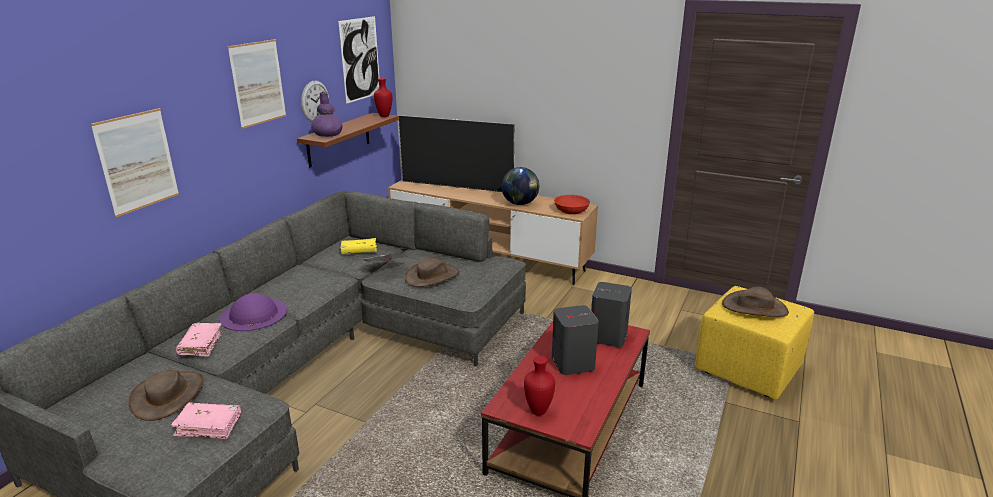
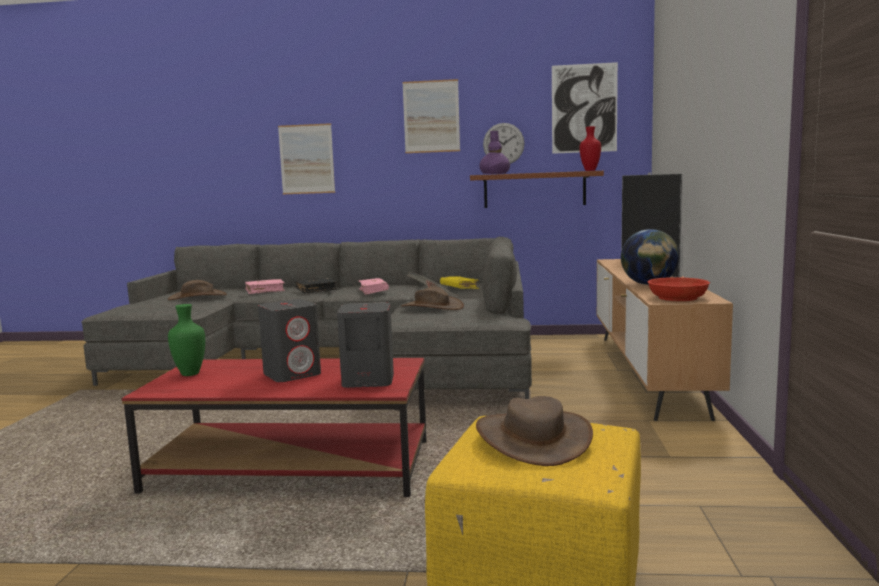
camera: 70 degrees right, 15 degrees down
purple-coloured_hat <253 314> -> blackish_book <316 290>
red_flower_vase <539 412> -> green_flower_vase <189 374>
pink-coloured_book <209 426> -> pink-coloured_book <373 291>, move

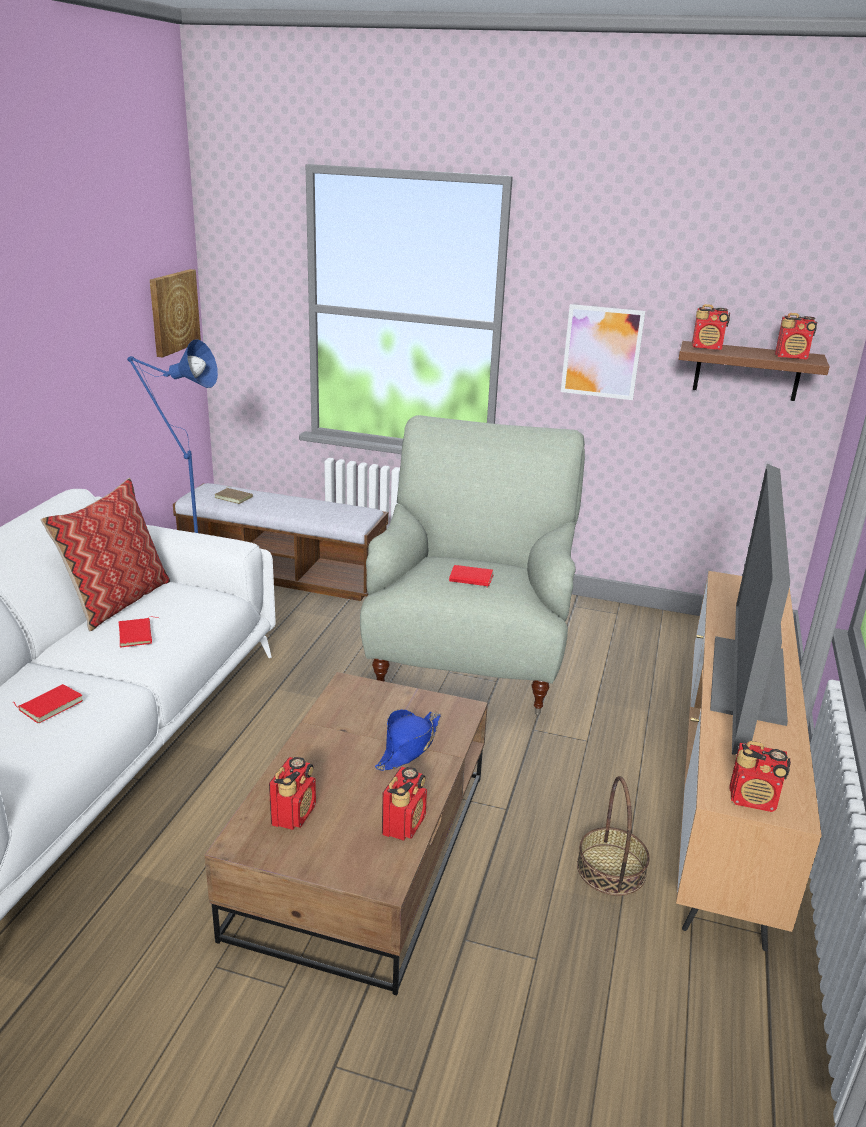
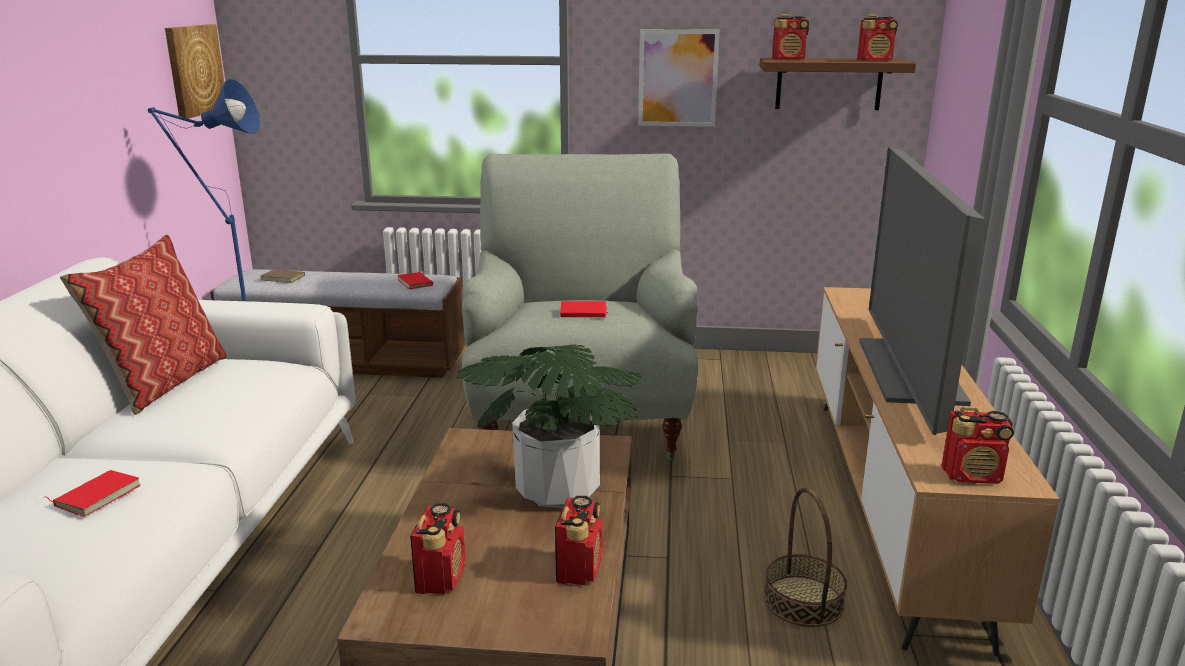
camera: 10 degrees left, 5 degrees down
red_book <137 635> -> red_book <416 283>, move
blue_hat <408 747> -> potted_plant <557 489>

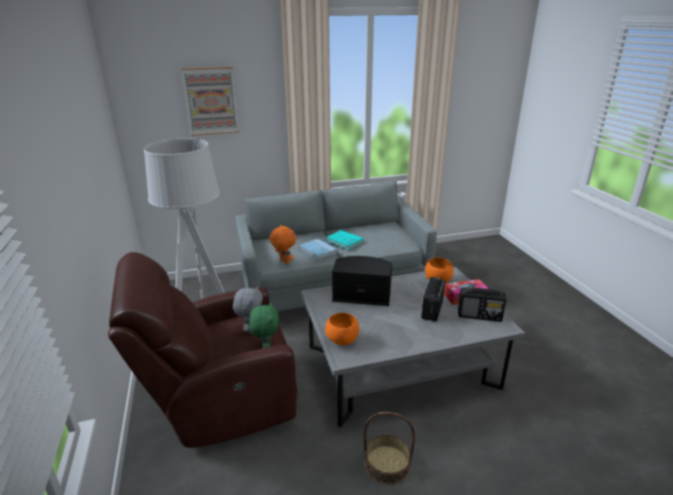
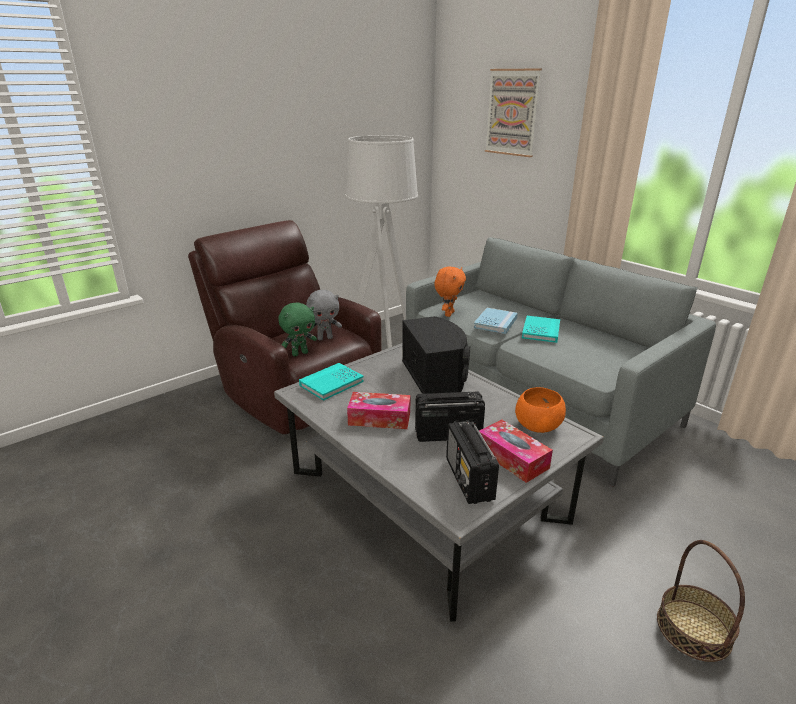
camera: 65 degrees right, 0 degrees up
orange_deep_dish <342 339> -> turquoise-coloured_book <331 383>
basket <387 464> -> basket <693 629>, move
none -> box_of_tissues <379 418>

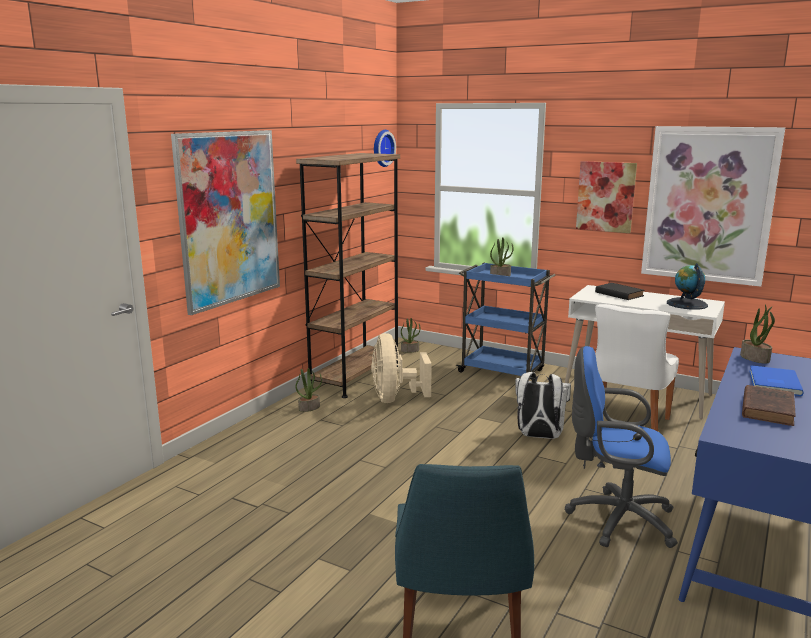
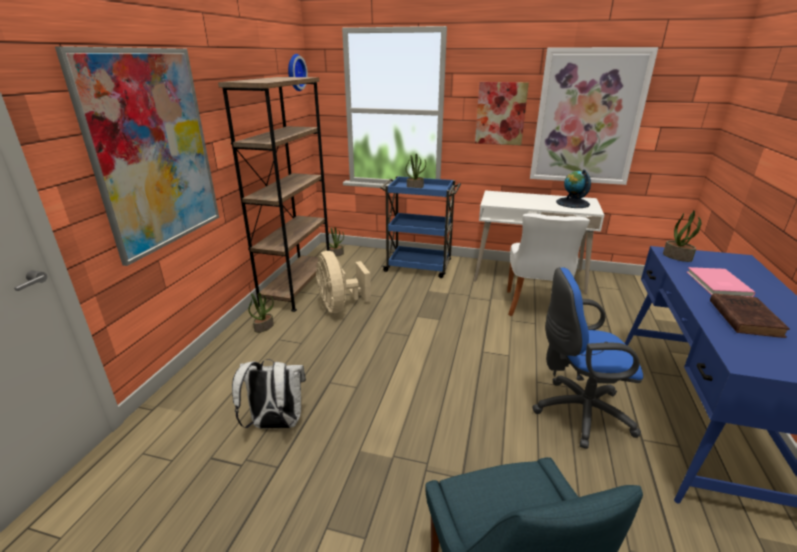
camera: 15 degrees left, 10 degrees up
blackish_book <618 294> -> none
blue_book <773 383> -> pink-coloured_book <717 284>
white-coloured_rucksack <538 436> -> white-coloured_rucksack <275 424>, move

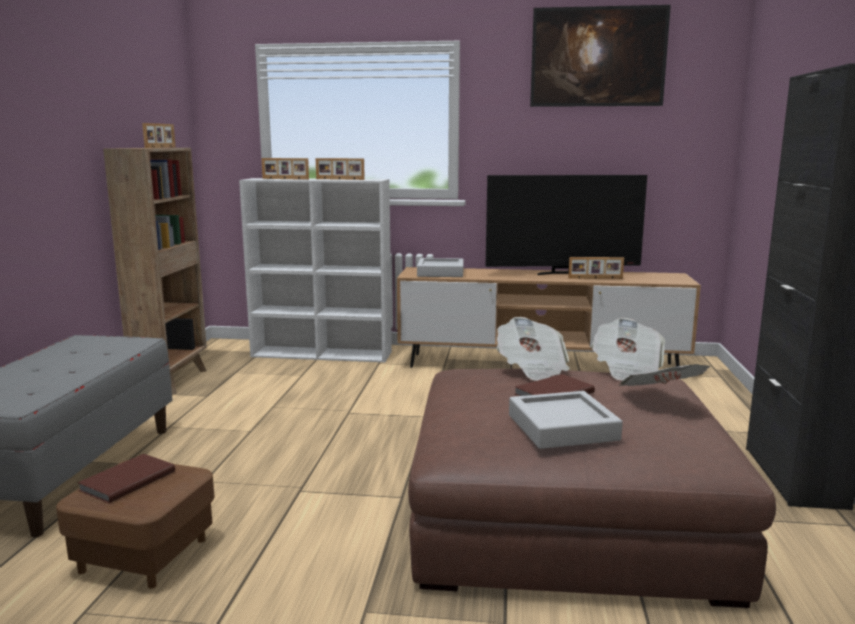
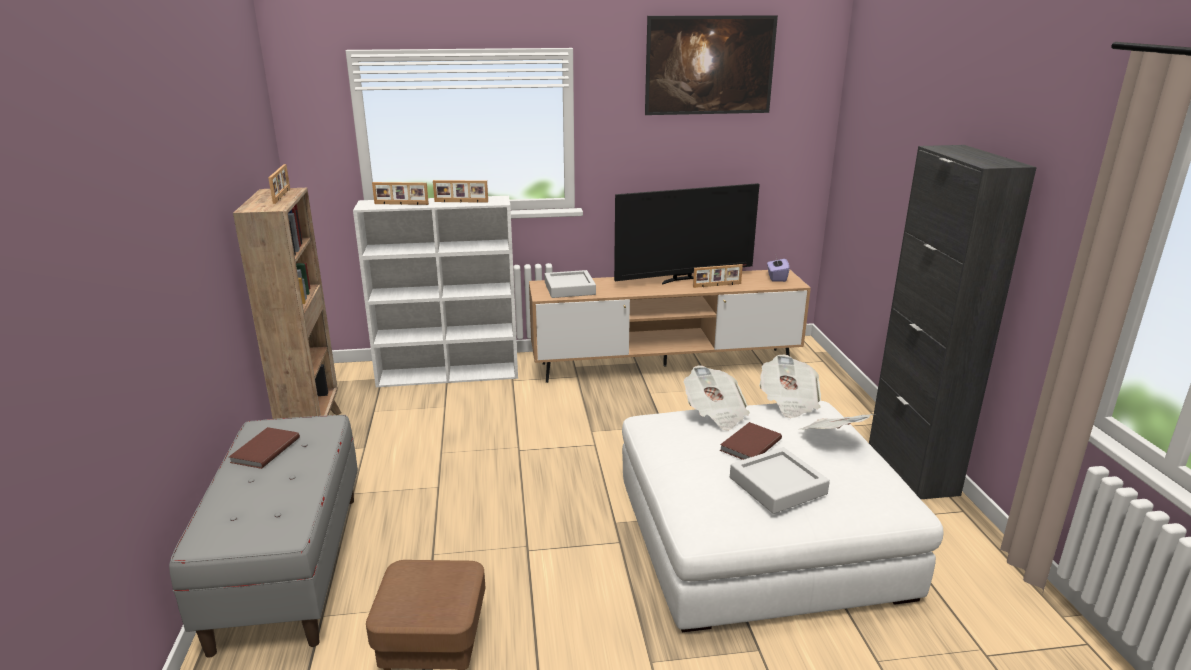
camera: 15 degrees left, 10 degrees up
brown_ottoman <564 513> -> white-coloured_ottoman <758 536>
brown_book <125 481> -> brown_book <263 450>, move
none -> purple-coloured_box_of_tissues <776 278>

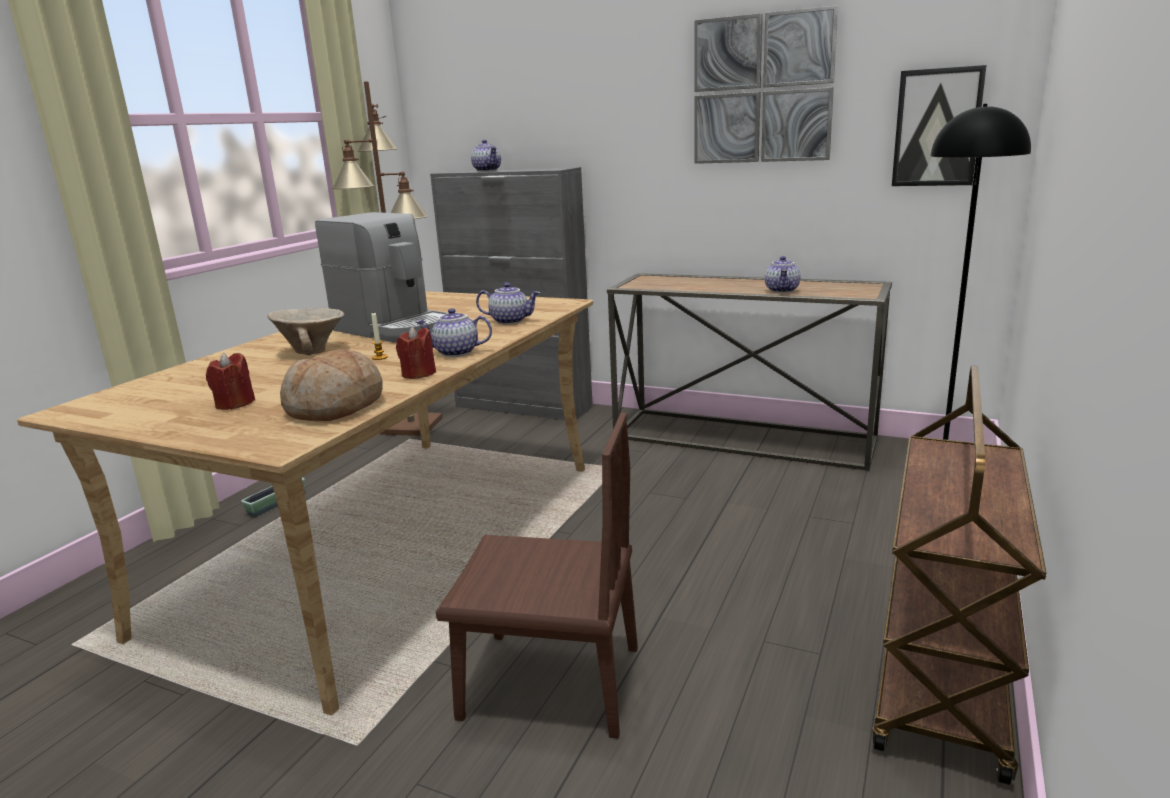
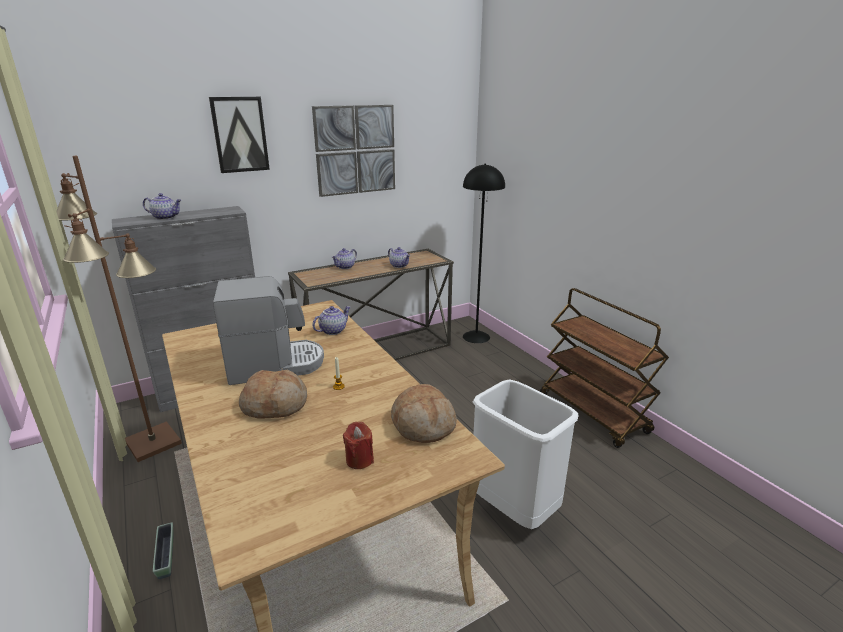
camera: 55 degrees left, 5 degrees up
wall_picture <937 128> -> wall_picture <240 134>, move
beige_deep_dish <313 351> -> bread <275 405>
teapot <455 353> -> teapot <345 267>, move
red_wax_candle <418 374> -> none
brown_chair <550 682> -> white-coloured_waste_bin <515 508>

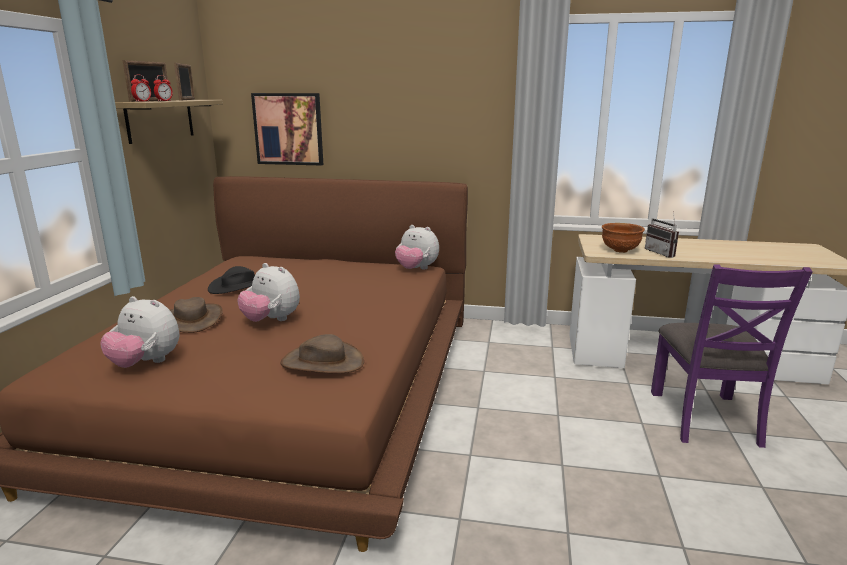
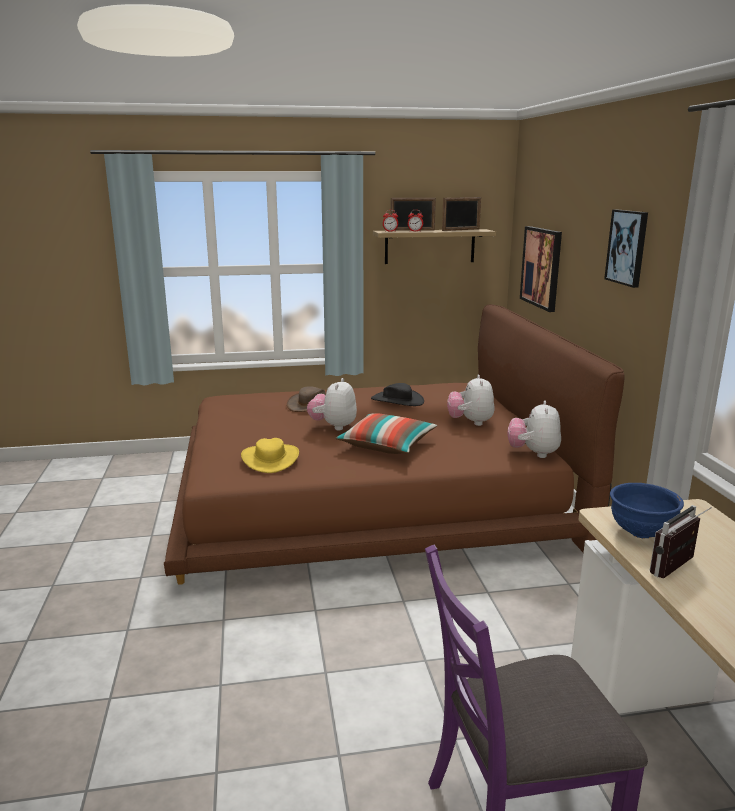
camera: 70 degrees right, 0 degrees up
brown_deep_dish <619 251> -> blue_deep_dish <640 532>
cuddly_toy <146 363> -> cuddly_toy <470 422>, move
brown_hat <322 362> -> yellow_hat <270 459>
none -> wall_picture <627 247>
none -> cushion <387 445>

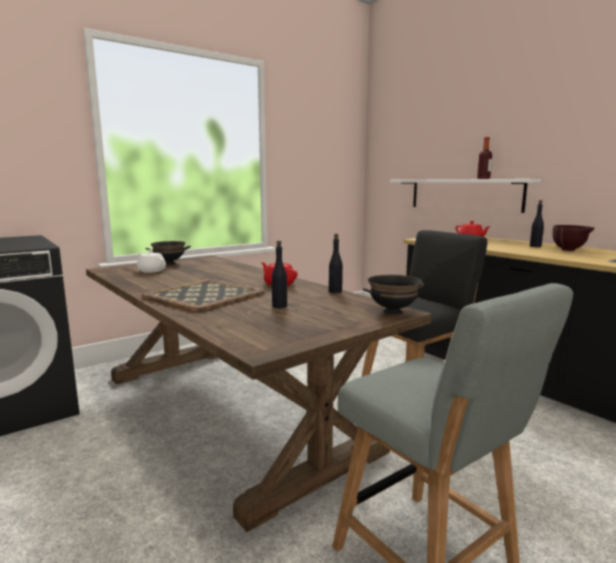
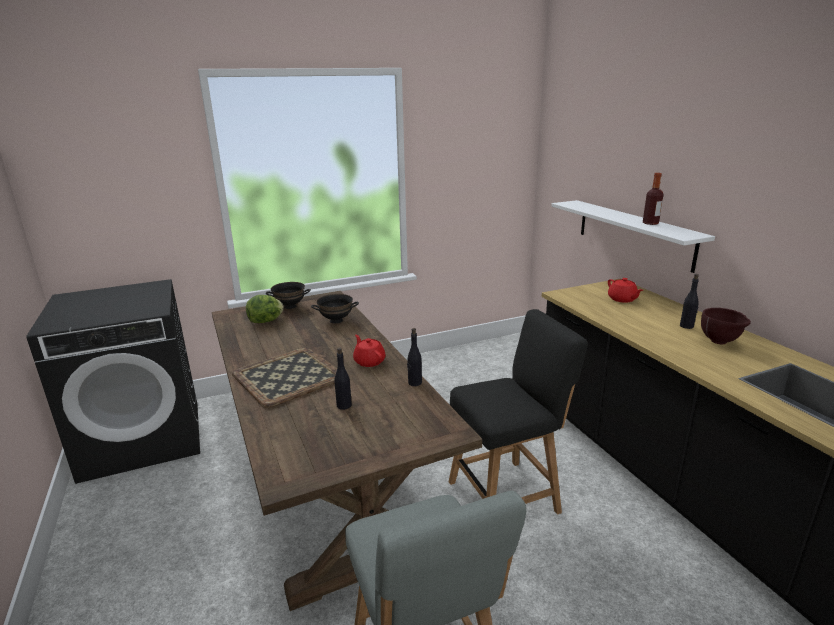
camera: 15 degrees right, 10 degrees up
white-coloured_teapot <151 271> -> lettuce_head <266 321>
blackish_deep_dish <393 311> -> blackish_deep_dish <336 320>, move

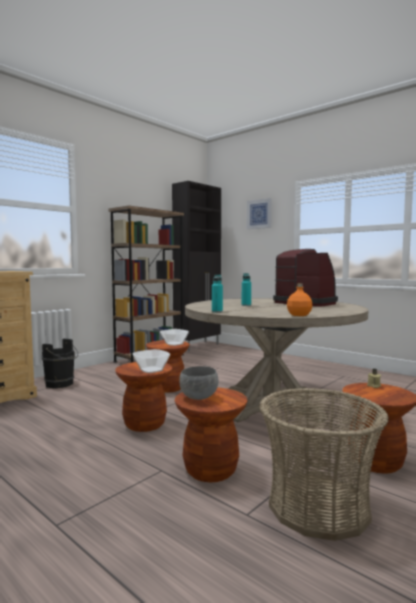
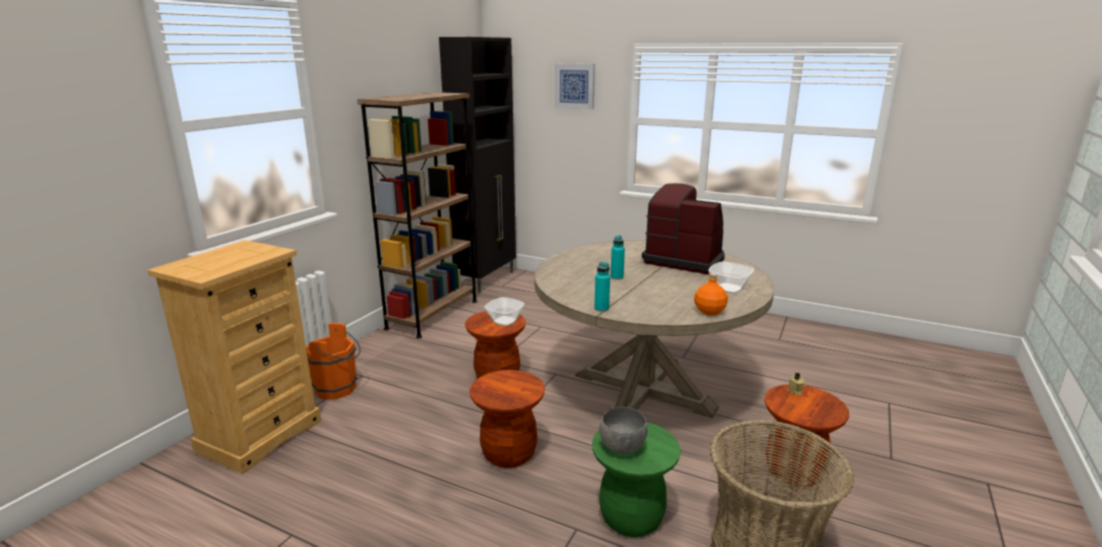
camera: 15 degrees left, 15 degrees up
blackish_pail <61 384> -> orange_pail <339 389>
deep_dish <151 370> -> deep_dish <728 288>, move
brown_stool <210 470> -> green_stool <631 518>

